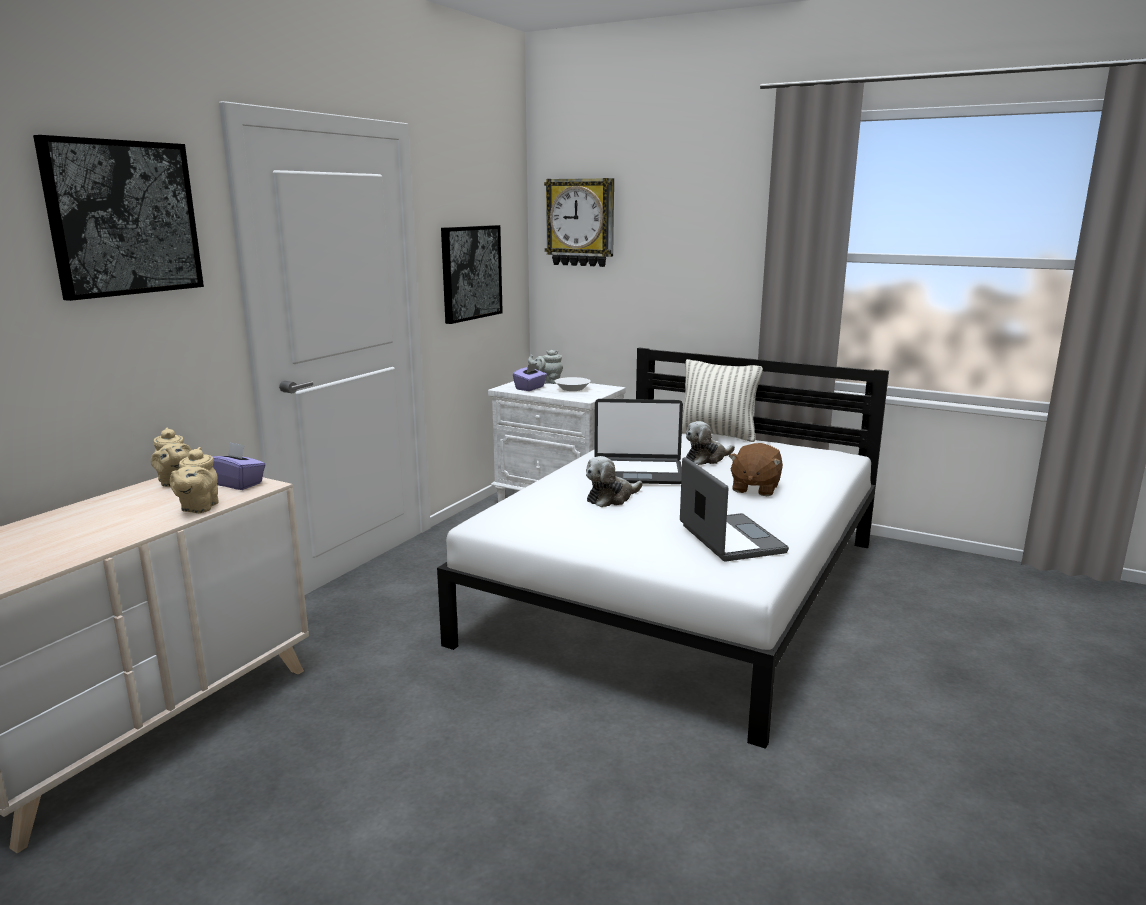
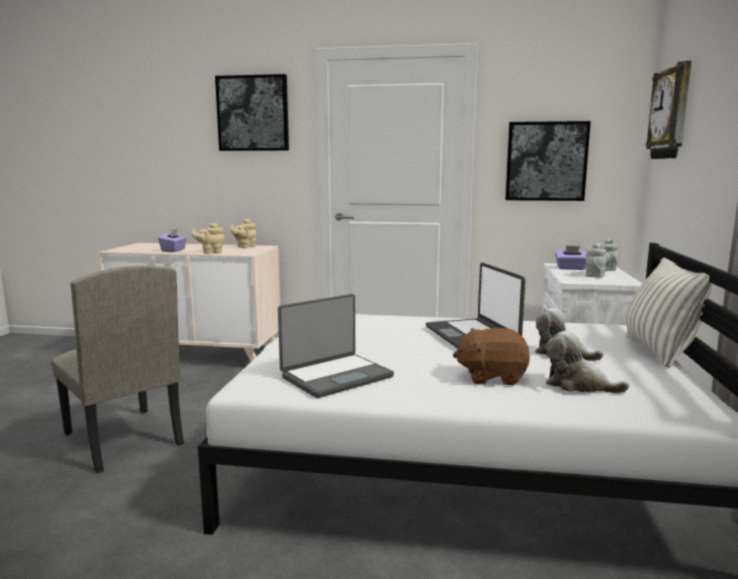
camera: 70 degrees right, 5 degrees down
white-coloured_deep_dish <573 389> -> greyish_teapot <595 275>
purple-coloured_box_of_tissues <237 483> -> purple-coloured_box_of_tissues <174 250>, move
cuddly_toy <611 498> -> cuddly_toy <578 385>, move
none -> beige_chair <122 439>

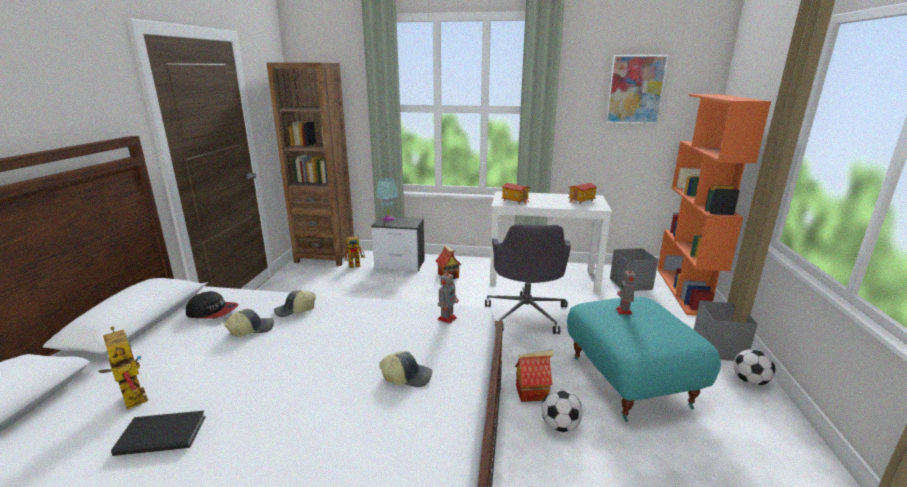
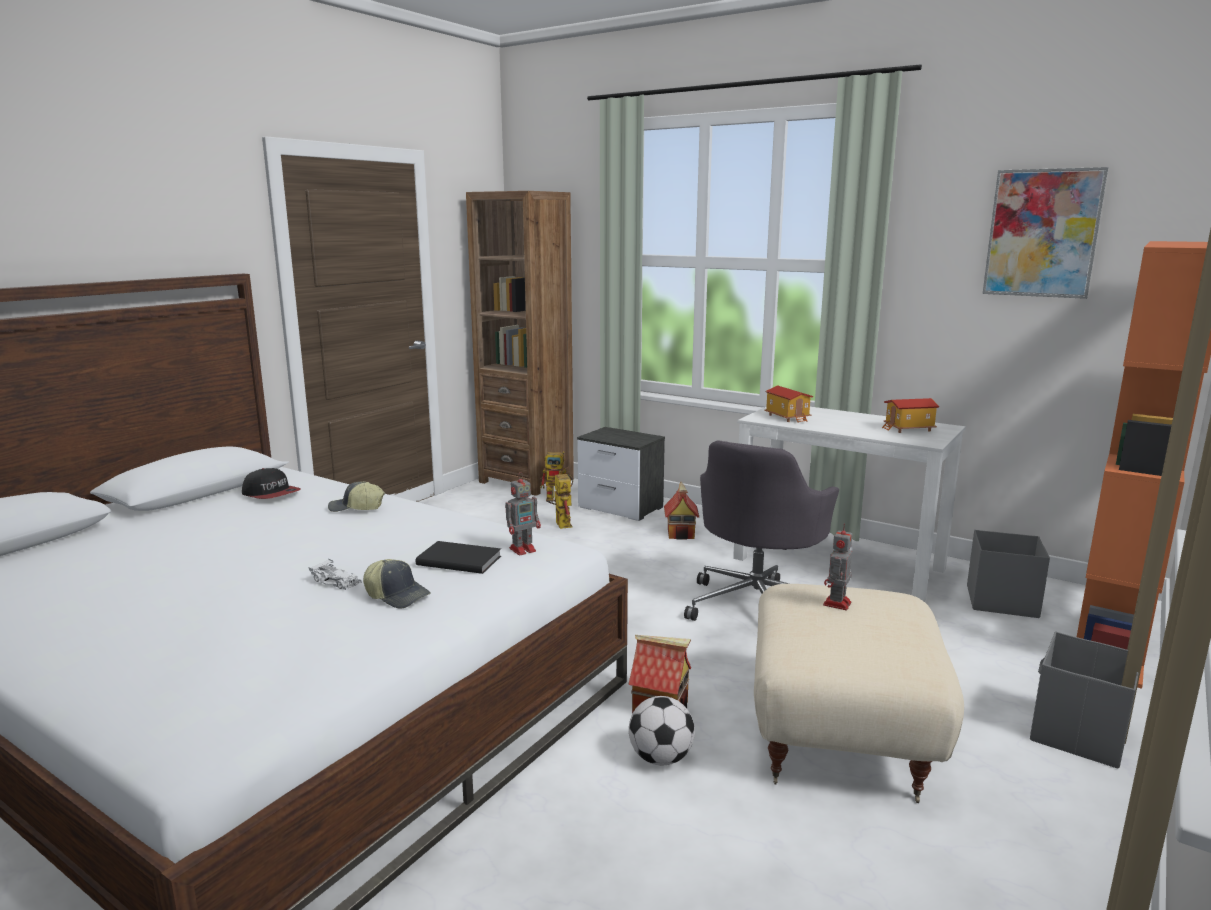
camera: 25 degrees right, 5 degrees down
turquoise-coloured_tabletop_lamp <388 219> -> none
turquoise-coloured_ottoman <631 381> -> beige_ottoman <843 736>
baseball_cap <251 329> -> none
model_robot <130 396> -> model_robot <560 523>, move
football <749 381> -> none
blackish_book <161 434> -> blackish_book <459 560>, move
none -> white-coloured_model_car <337 581>

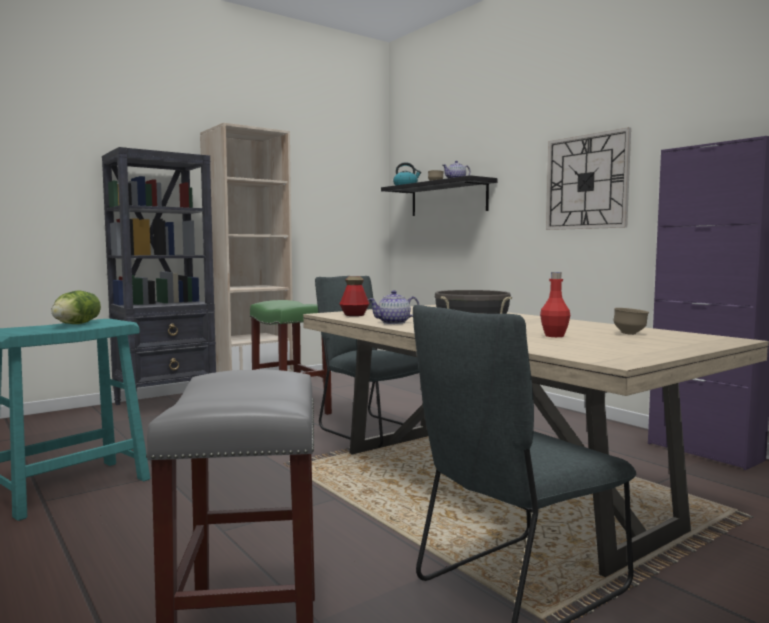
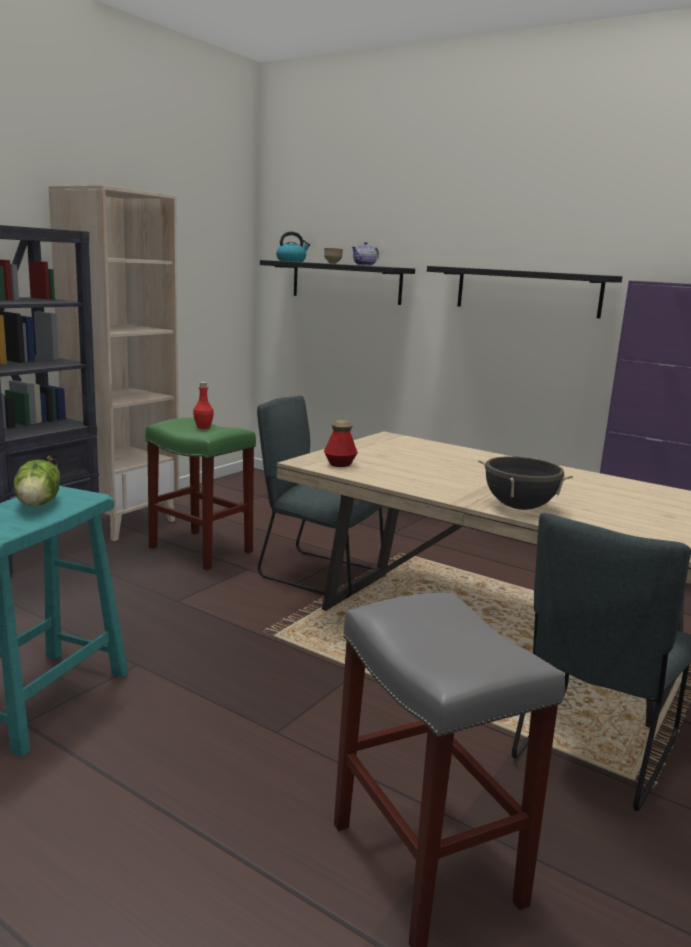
camera: 20 degrees left, 10 degrees up
hanging_clock <587 182> -> blackish_wall_shelf <527 291>
red_drink_bottle <554 336> -> red_drink_bottle <203 427>, move
teapot <394 322> -> none
brown_deep_dish <630 334> -> none

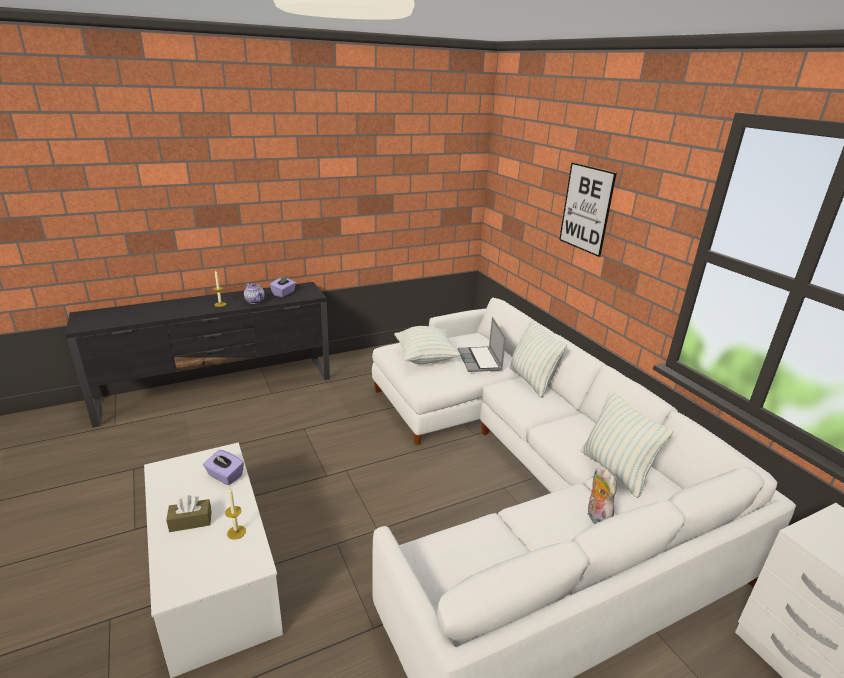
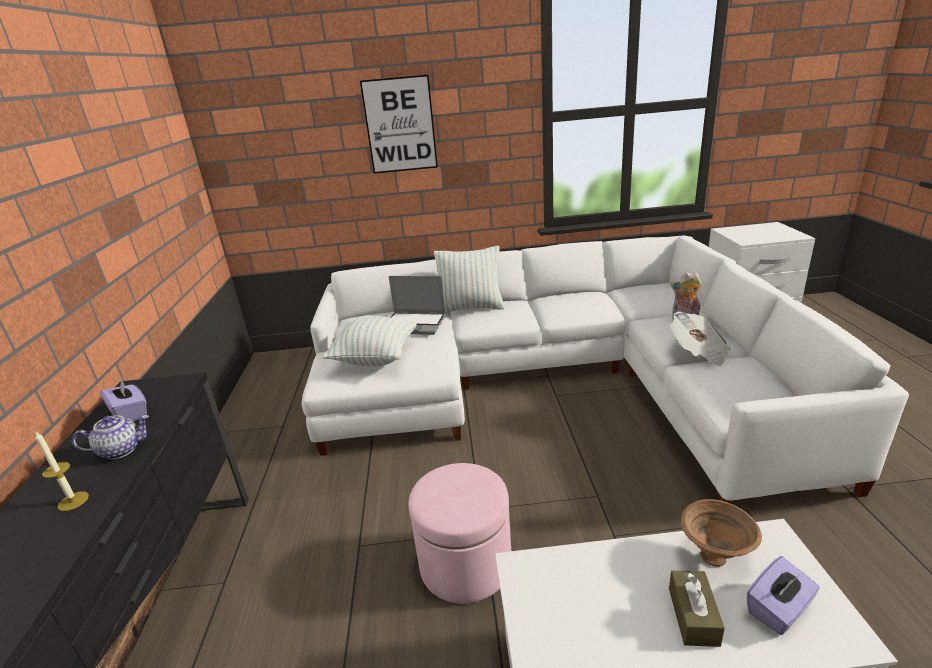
camera: 65 degrees left, 0 degrees up
cushion <615 470> -> none
purple-coloured_box_of_tissues <225 476> -> purple-coloured_box_of_tissues <778 610>, move
wax_candle <236 532> -> brown_deep_dish <715 557>
none -> daily_paper <699 352>
none -> pink-coloured_ottoman <465 564>

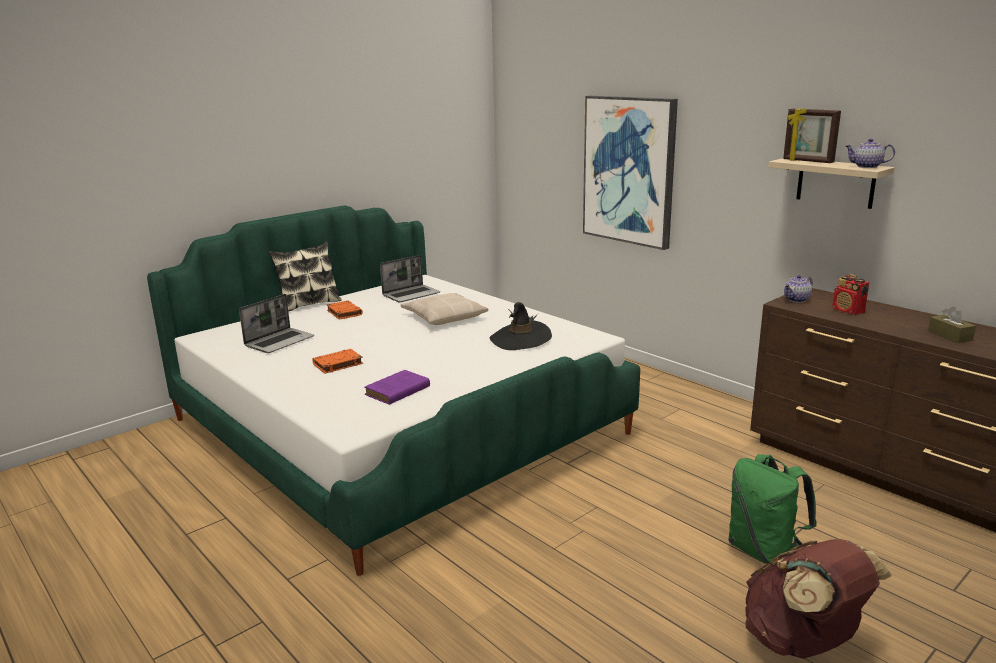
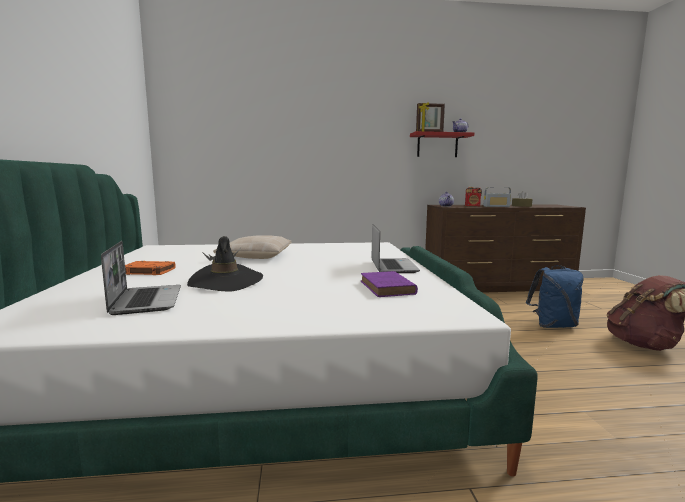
camera: 55 degrees left, 10 degrees down
wall_picture <629 170> -> none
beige_wall_shelf <835 183> -> red_wall_shelf <437 145>
cushion <309 304> -> none
portable_computer <411 294> -> portable_computer <392 267>, move
blackish_hat <520 339> -> blackish_hat <226 282>, move
orange_book <337 364> -> none
green_rucksack <764 551> -> blue_rucksack <553 325>
none -> radio <496 206>

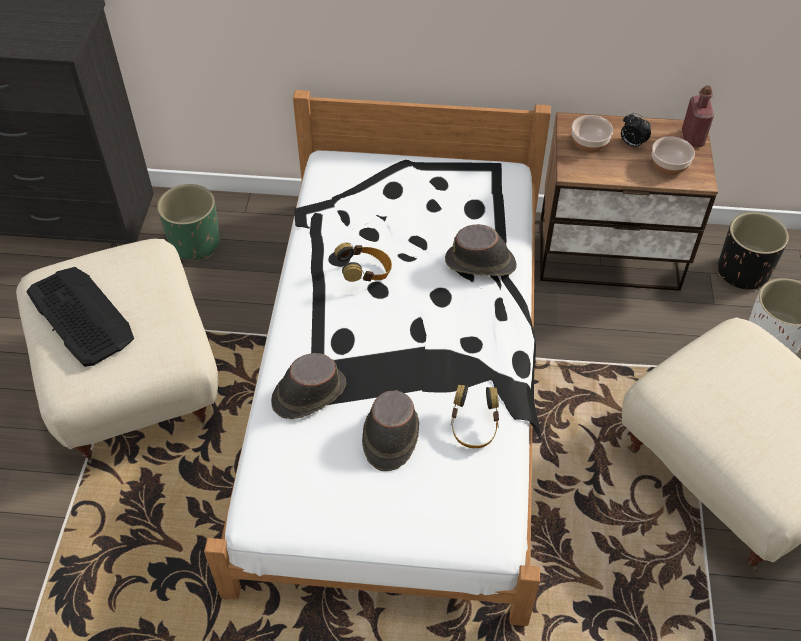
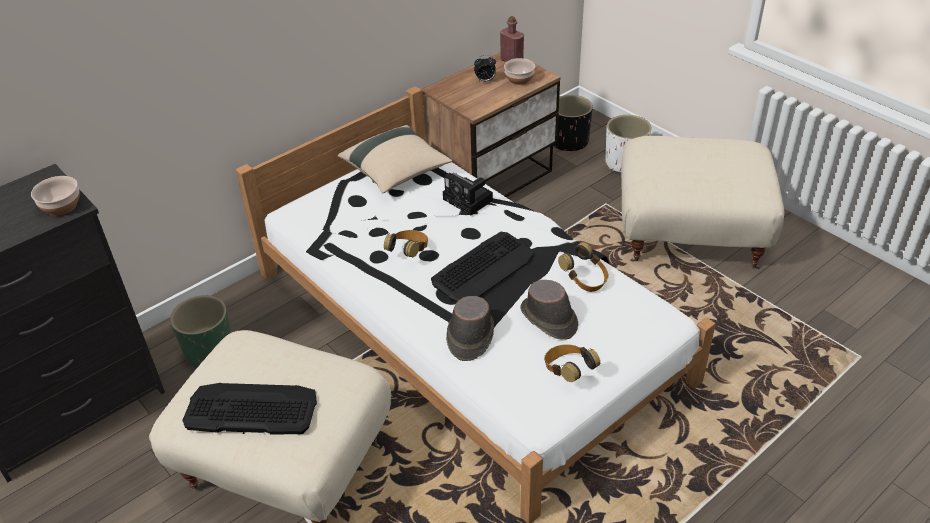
camera: 45 degrees left, 10 degrees down
deep_dish <590 143> -> deep_dish <62 205>, move
brown_hat <481 263> -> photo_camera <469 200>
none -> beige_cushion <396 172>
none -> keyboard <483 268>
none -> headset <568 371>

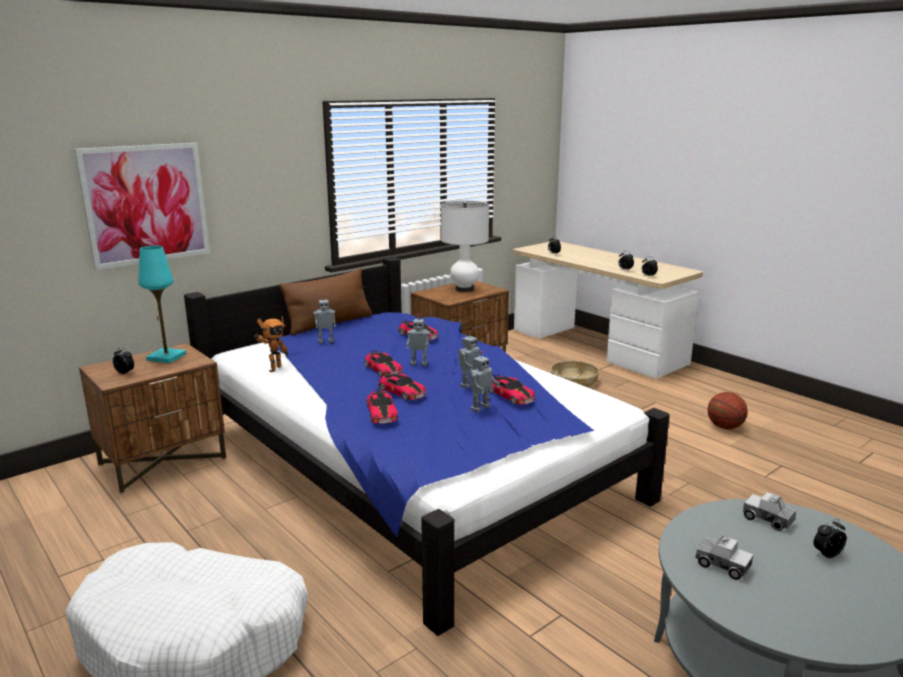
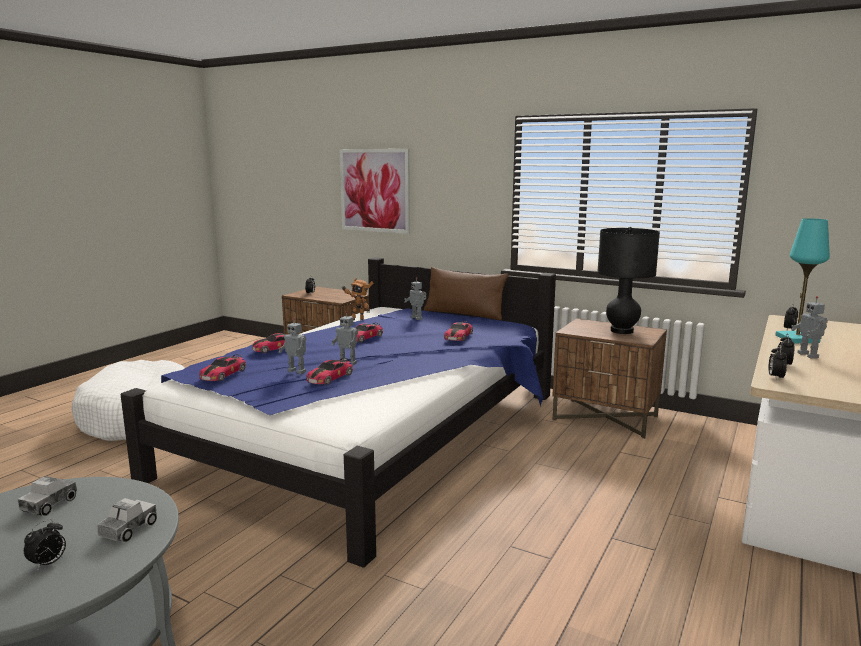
camera: 70 degrees right, 5 degrees down
white-coloured_tabletop_lamp <464 289> -> blackish_tabletop_lamp <622 331>
turquoise-coloured_tabletop_lamp <166 357> -> turquoise-coloured_tabletop_lamp <796 339>, move
model_robot <419 363> -> model_robot <809 355>, move
basket <574 381> -> none
model_car <401 392> -> model_car <223 374>, move
basketball_ball <724 427> -> none
table_clock <826 554> -> table_clock <48 563>, 75 degrees clockwise

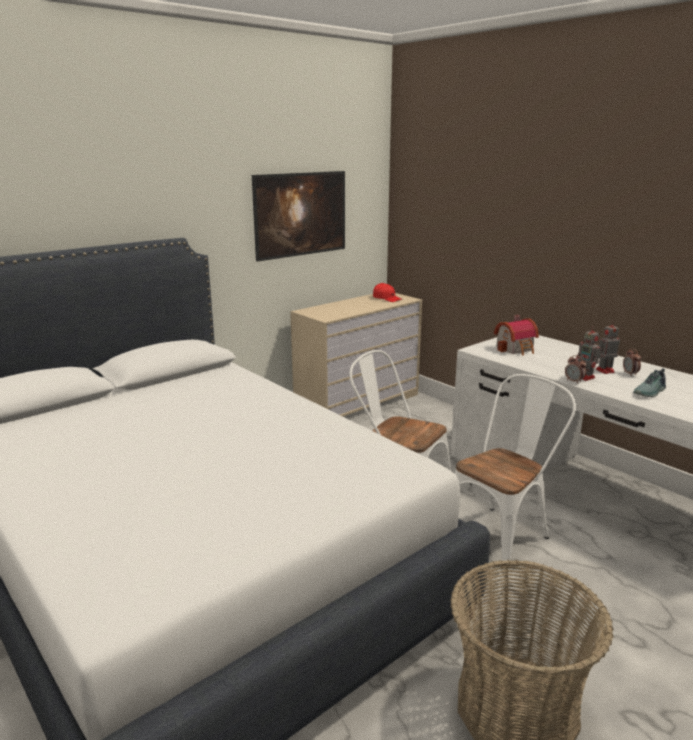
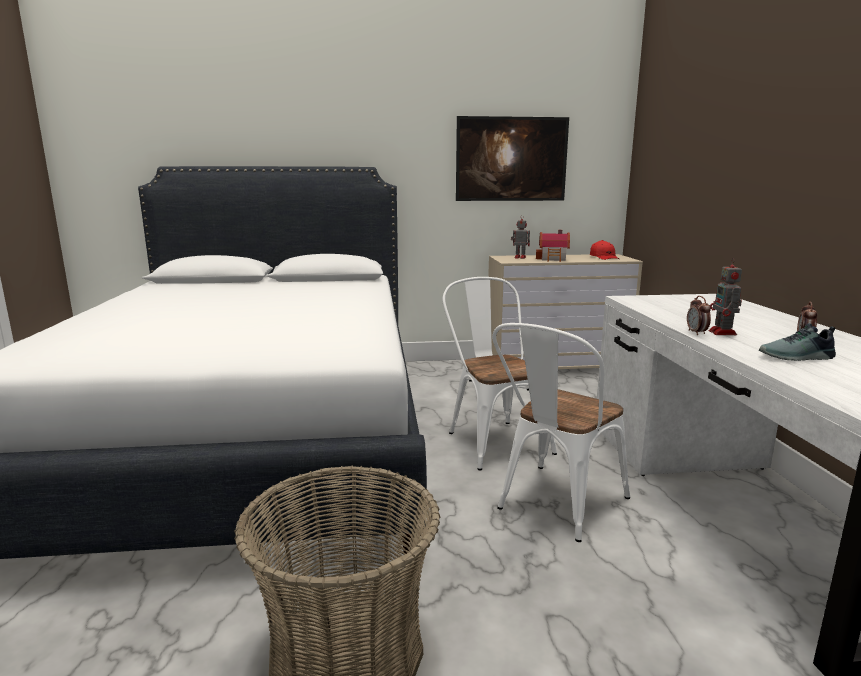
camera: 35 degrees right, 5 degrees down
miniature_house <516 349> -> miniature_house <554 259>, move
model_robot <604 371> -> model_robot <519 257>, move
white-coloured_chair <501 534> -> white-coloured_chair <555 506>, 135 degrees clockwise

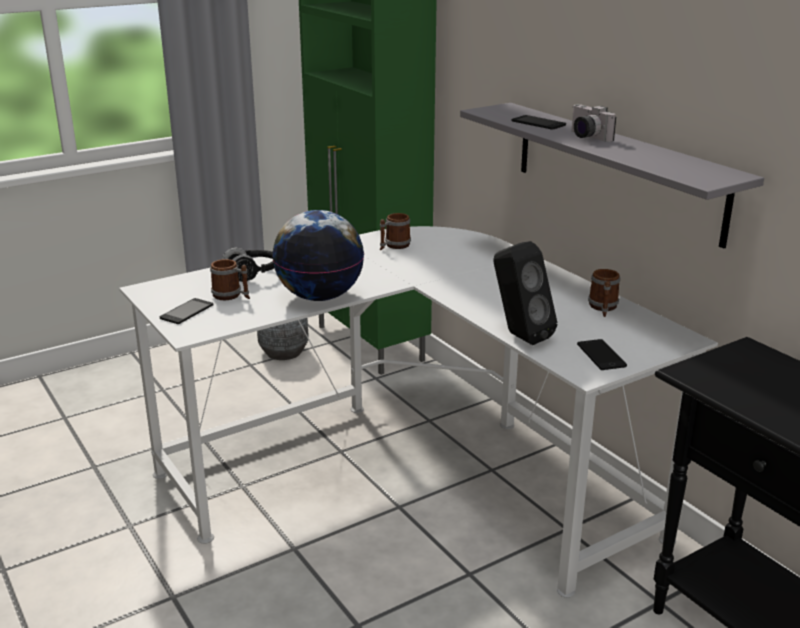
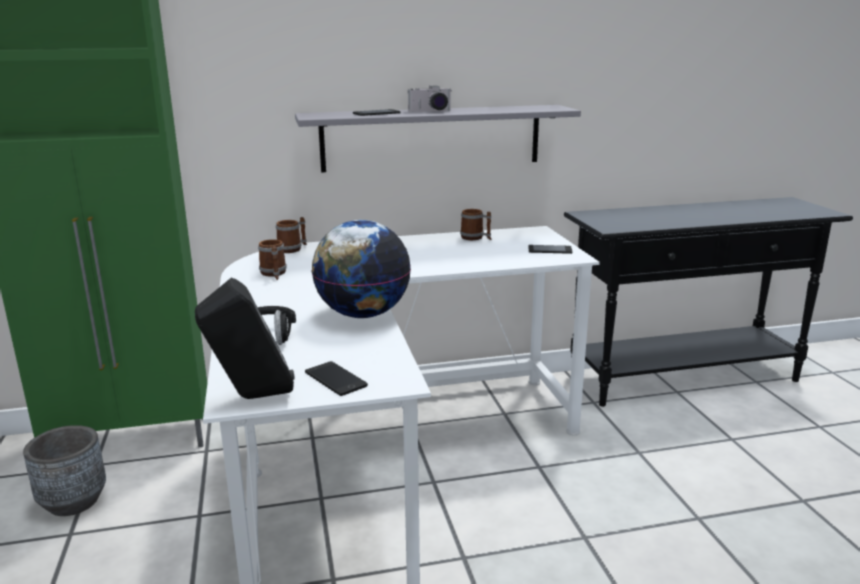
camera: 70 degrees left, 5 degrees down
blackish_audio_speaker <518 336> -> blackish_audio_speaker <251 397>, move
mug <231 296> -> mug <293 249>, move

